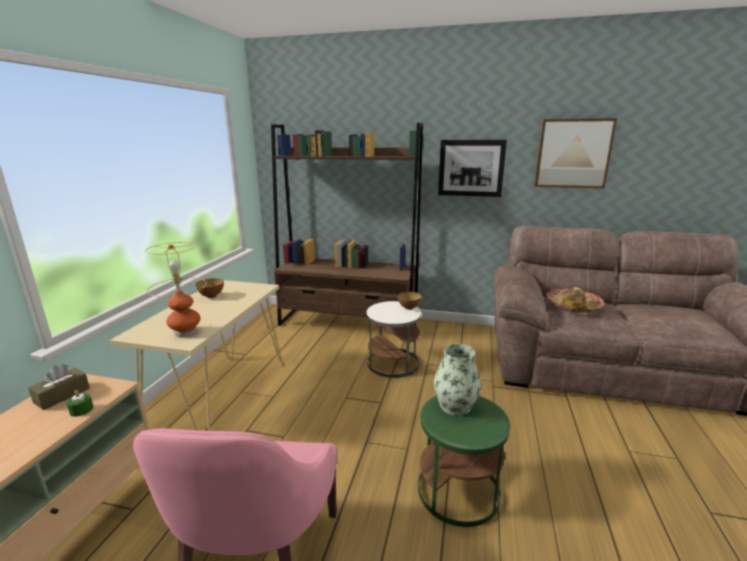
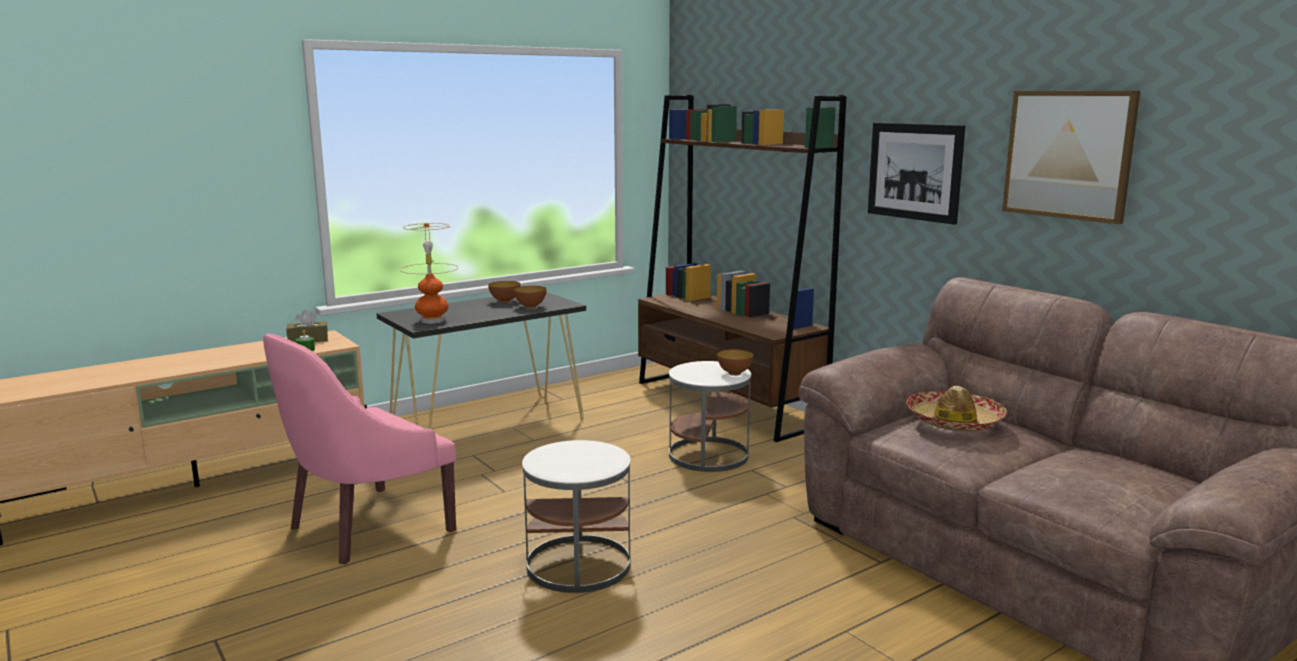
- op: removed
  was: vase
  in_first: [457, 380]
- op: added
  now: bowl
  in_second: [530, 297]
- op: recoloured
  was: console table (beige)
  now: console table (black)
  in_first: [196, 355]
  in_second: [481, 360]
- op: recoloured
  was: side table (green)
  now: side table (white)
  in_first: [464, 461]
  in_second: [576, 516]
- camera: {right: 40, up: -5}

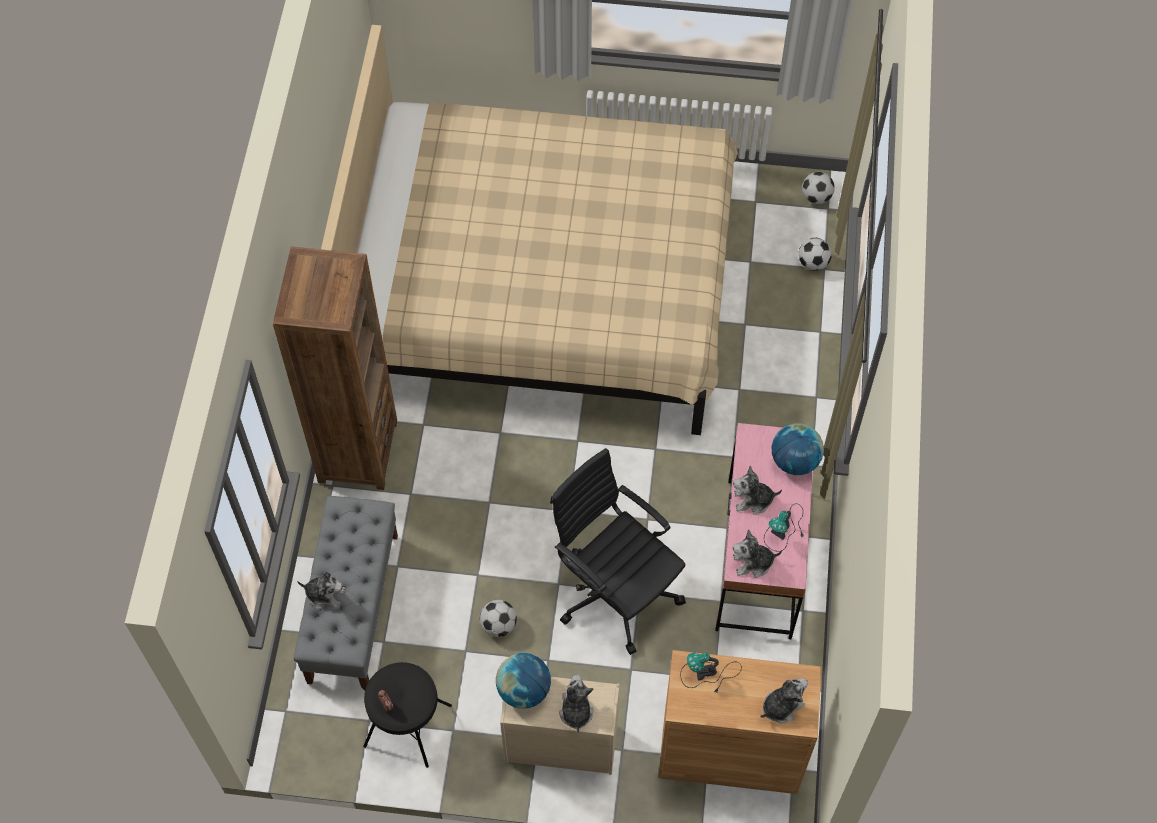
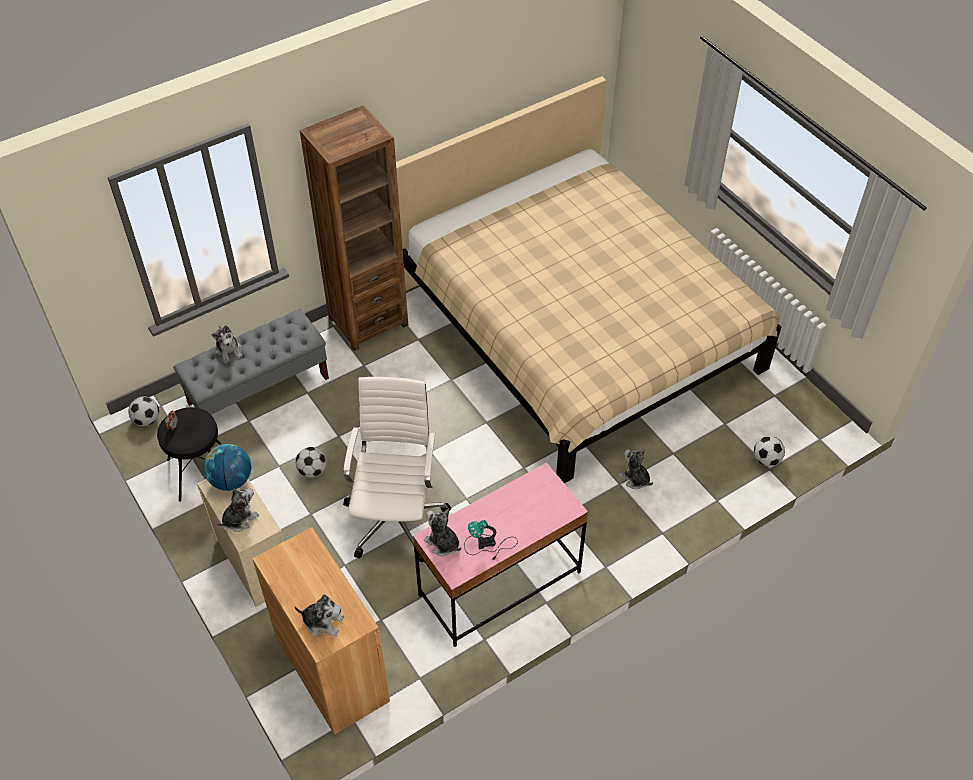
- op: removed
  was: table lamp
  in_first: [711, 673]
- op: removed
  was: globe
  in_first: [798, 449]
- op: moved
  was: plush toy
  in_first: [757, 490]
  in_second: [636, 468]
- op: moved
  was: football
  in_first: [818, 188]
  in_second: [143, 411]
- op: recoloured
  was: office chair (black)
  now: office chair (white)
  in_first: [618, 551]
  in_second: [397, 470]
- camera: {right: 50, up: -10}

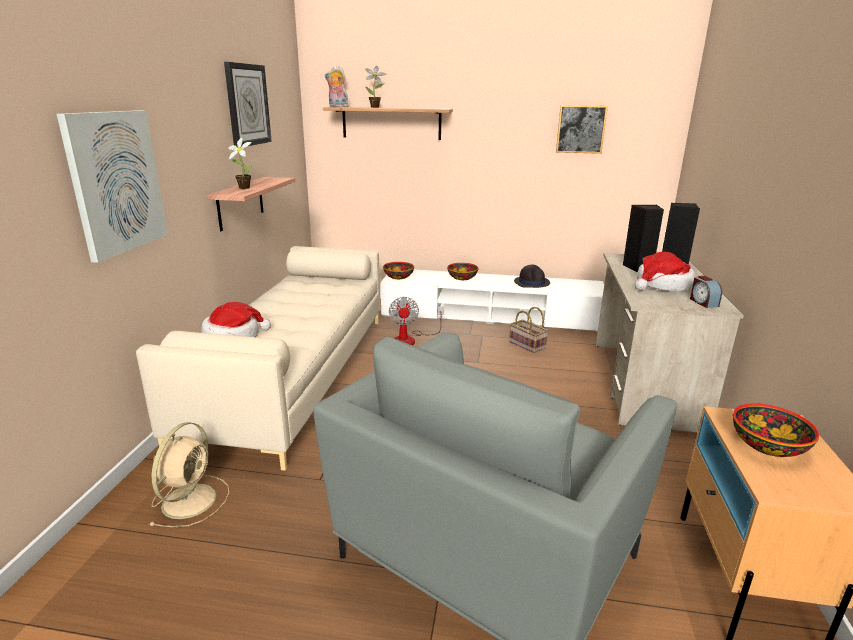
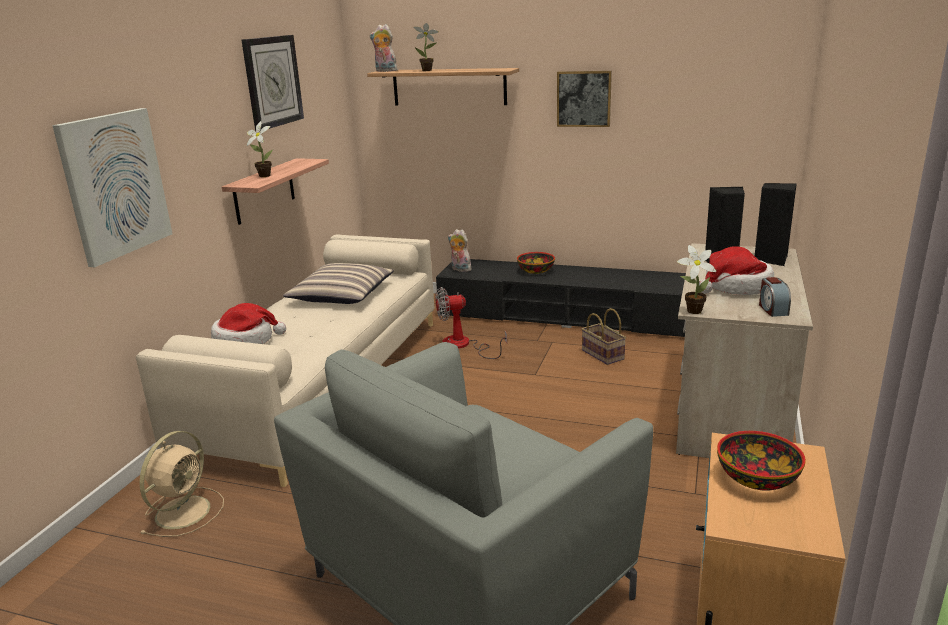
- op: removed
  was: hat (black)
  in_first: [532, 276]
- op: added
  now: pillow
  in_second: [338, 283]
- op: added
  now: potted plant
  in_second: [696, 279]
- op: moved
  was: picture
  in_first: [582, 129]
  in_second: [584, 99]
- op: replaced
  was: bowl
  now: plush toy
  in_first: [398, 270]
  in_second: [459, 250]
- op: recoloured
  was: tv stand (white)
  now: tv stand (black)
  in_first: [492, 301]
  in_second: [561, 298]
- op: turned
  was: fan
  in_first: [416, 321]
  in_second: [471, 323]
  clockwise: 75
- camera: {right: 10, up: 0}

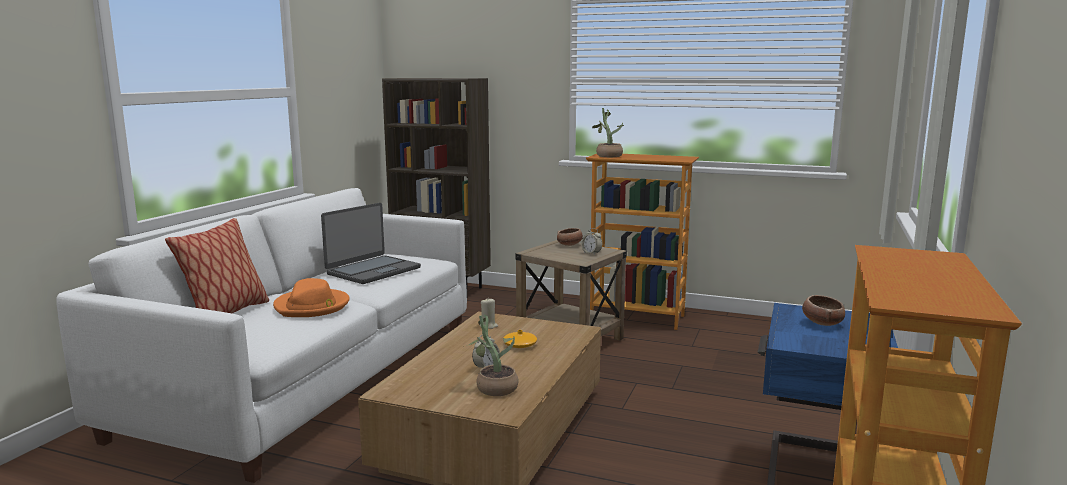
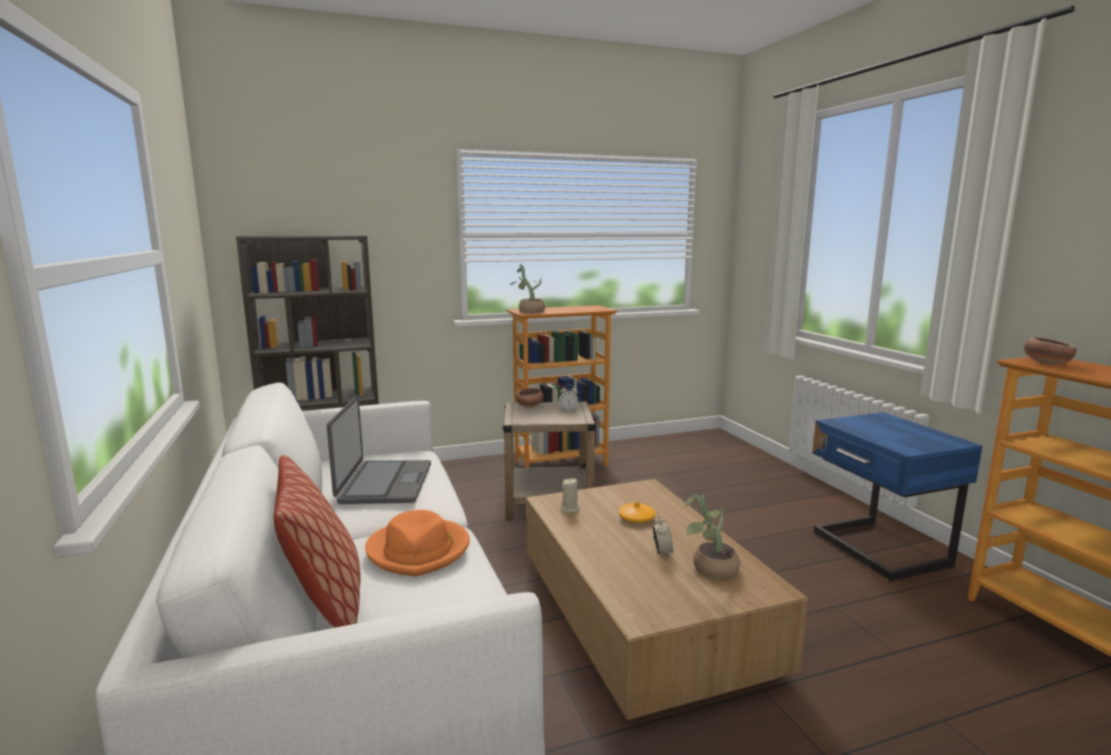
- op: moved
  was: bowl
  in_first: [823, 310]
  in_second: [1050, 351]
- camera: {right: -40, up: 0}

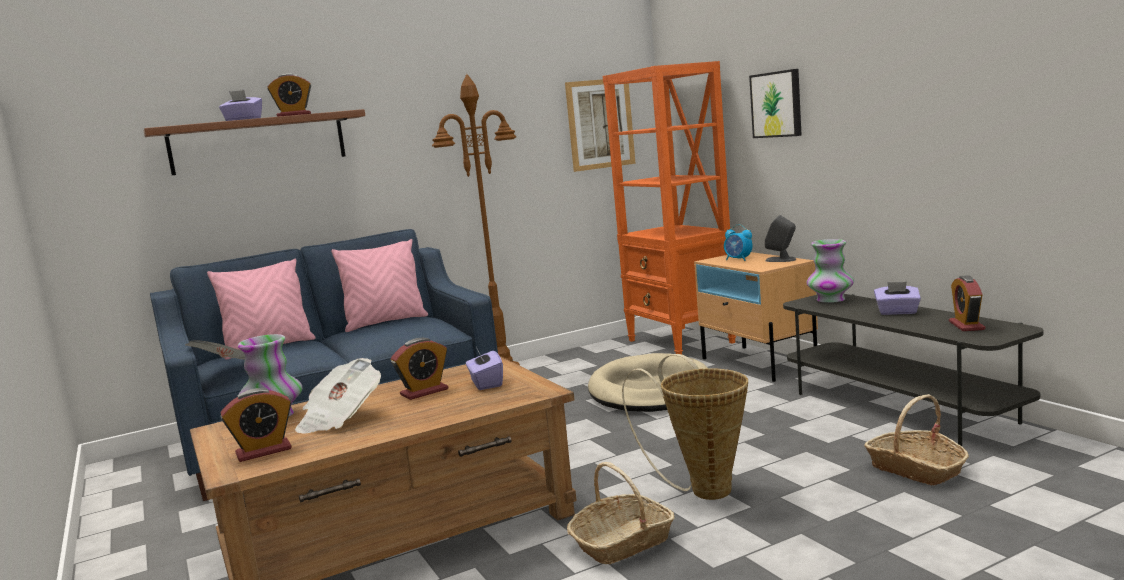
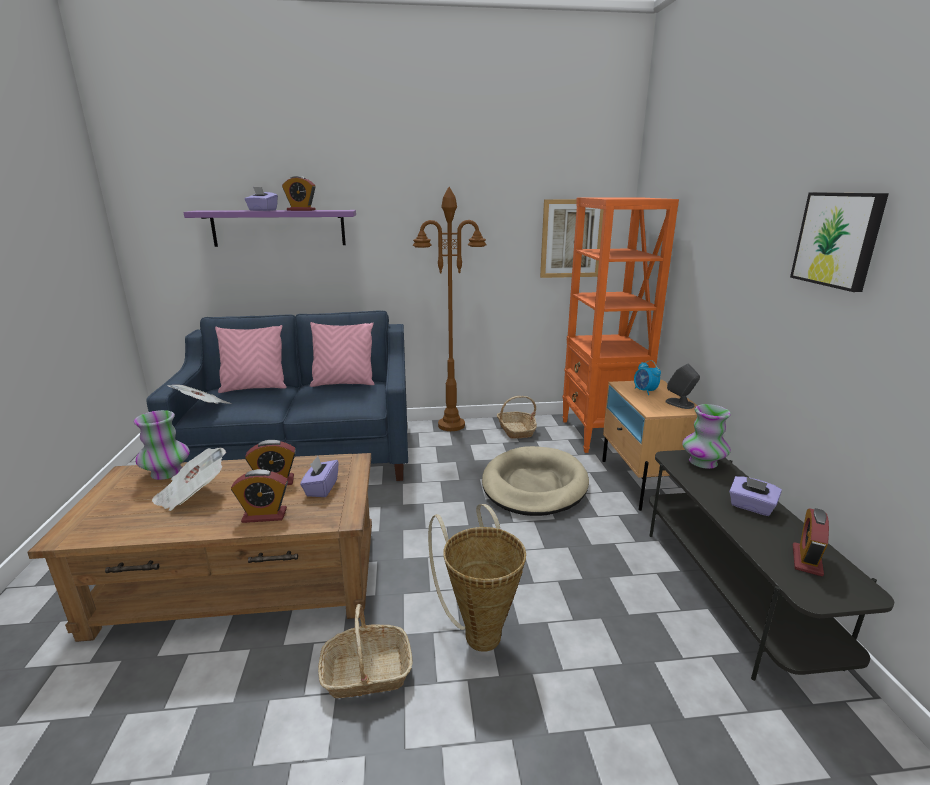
- op: moved
  was: alarm clock
  in_first: [256, 425]
  in_second: [259, 496]
- op: moved
  was: picture
  in_first: [775, 103]
  in_second: [839, 242]
- op: moved
  was: basket
  in_first: [916, 439]
  in_second: [517, 417]
- op: recoloured
  was: shelf (brown)
  now: shelf (purple)
  in_first: [254, 142]
  in_second: [269, 228]
- camera: {right: 20, up: 10}

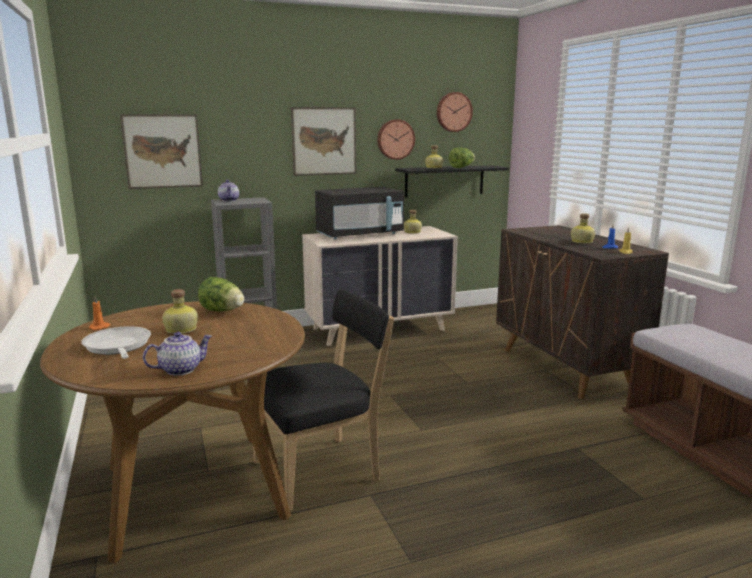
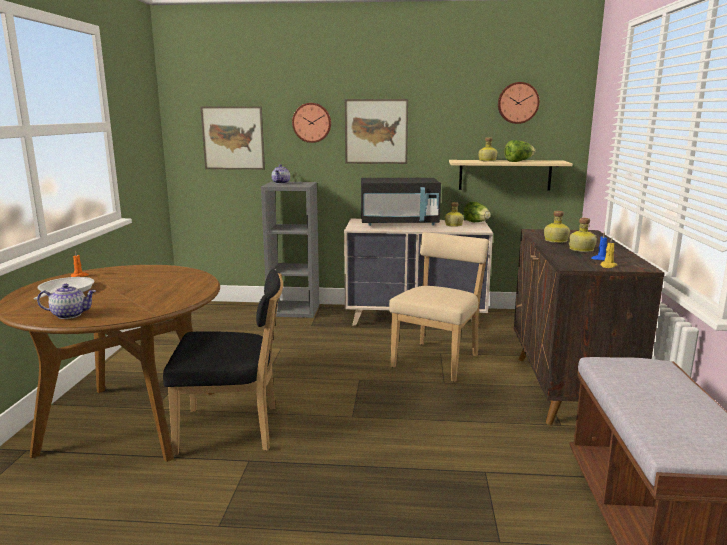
- op: added
  now: chair (beige)
  in_second: [439, 307]
- op: moved
  was: bottle
  in_first: [180, 311]
  in_second: [557, 227]
- op: moved
  was: lettuce
  in_first: [221, 294]
  in_second: [477, 212]
- op: moved
  was: wall clock
  in_first: [396, 139]
  in_second: [311, 123]
- op: recoloured
  was: shelf (black)
  now: shelf (beige)
  in_first: [452, 181]
  in_second: [511, 175]
- camera: {right: 25, up: 0}

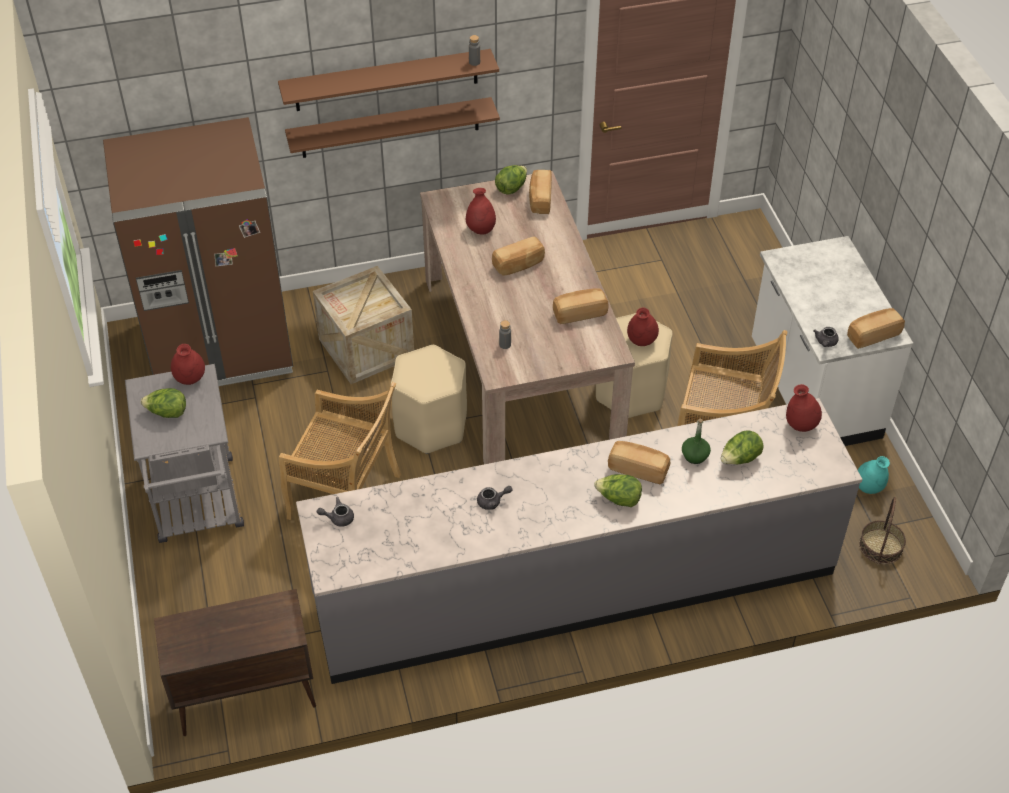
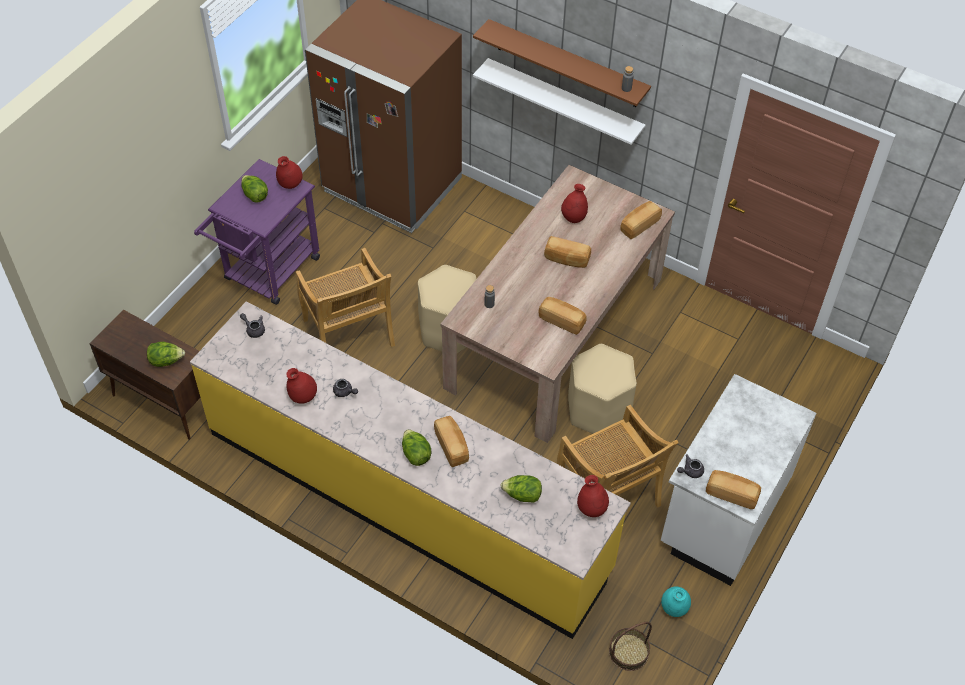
- op: removed
  was: crate
  in_first: [363, 325]
- op: removed
  was: bottle (green)
  in_first: [696, 441]
- op: moved
  was: lettuce
  in_first: [511, 180]
  in_second: [166, 354]
- op: moved
  was: vase (red)
  in_first: [643, 327]
  in_second: [301, 386]
- op: recoloured
  was: cart (grey)
  now: cart (purple)
  in_first: [184, 453]
  in_second: [257, 232]
- op: recoloured
  was: shelf (brown)
  now: shelf (white)
  in_first: [392, 127]
  in_second: [559, 101]
- op: recoloured
  was: counter (grey)
  now: counter (yellow)
  in_first: [579, 541]
  in_second: [410, 470]
- camera: {right: 45, up: 5}

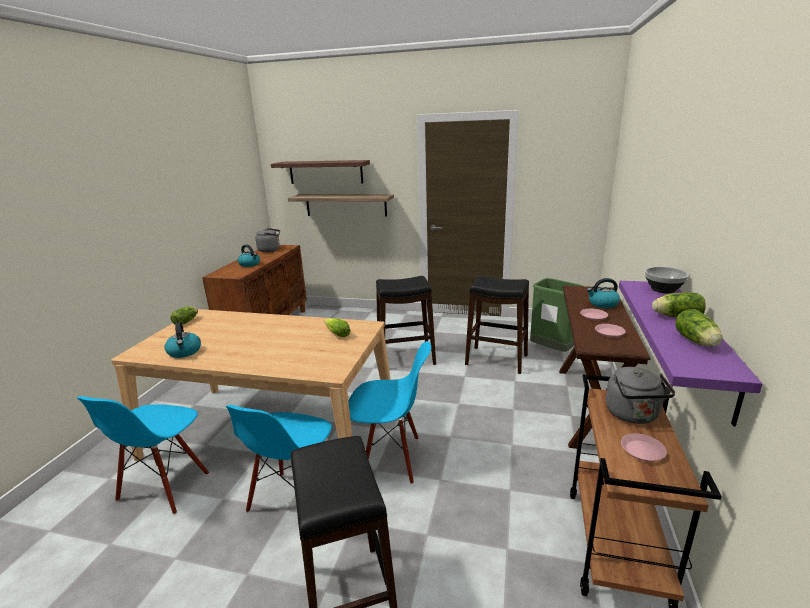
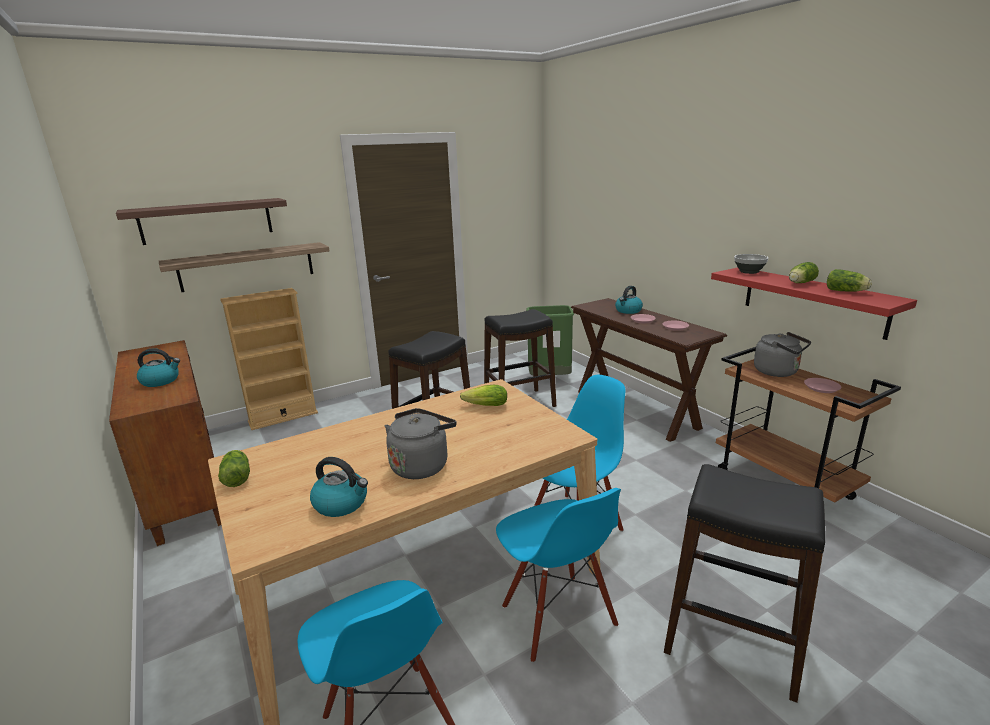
- op: added
  now: bookcase (beige)
  in_second: [269, 359]
- op: moved
  was: kettle (grey)
  in_first: [267, 240]
  in_second: [420, 443]
- op: recoloured
  was: shelf (purple)
  now: shelf (red)
  in_first: [690, 354]
  in_second: [814, 303]
- camera: {right: -45, up: 0}

